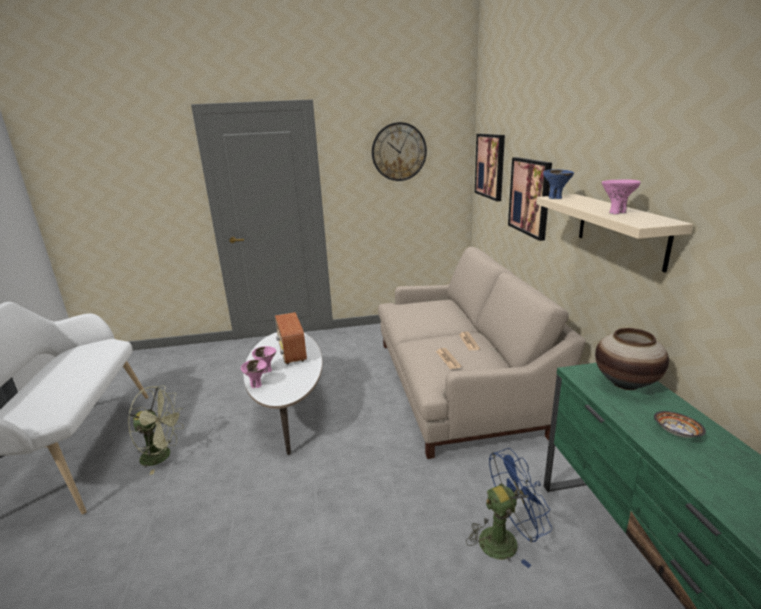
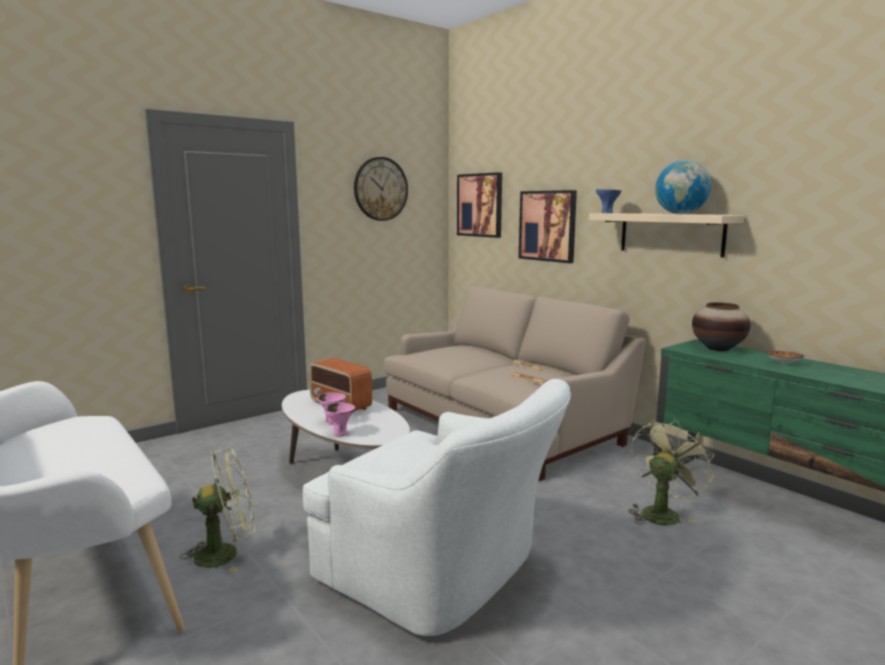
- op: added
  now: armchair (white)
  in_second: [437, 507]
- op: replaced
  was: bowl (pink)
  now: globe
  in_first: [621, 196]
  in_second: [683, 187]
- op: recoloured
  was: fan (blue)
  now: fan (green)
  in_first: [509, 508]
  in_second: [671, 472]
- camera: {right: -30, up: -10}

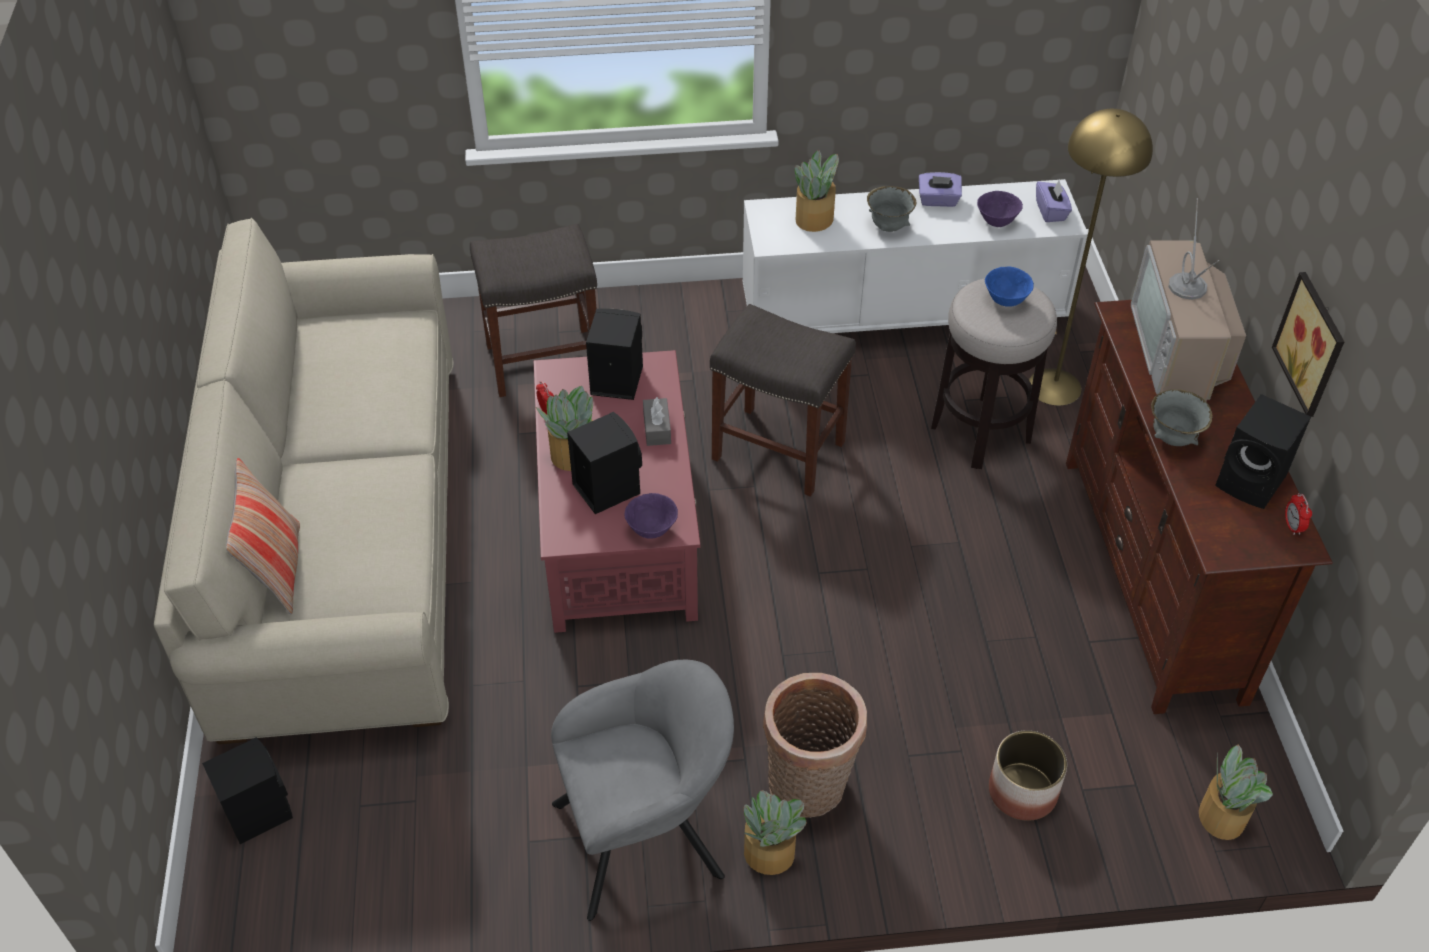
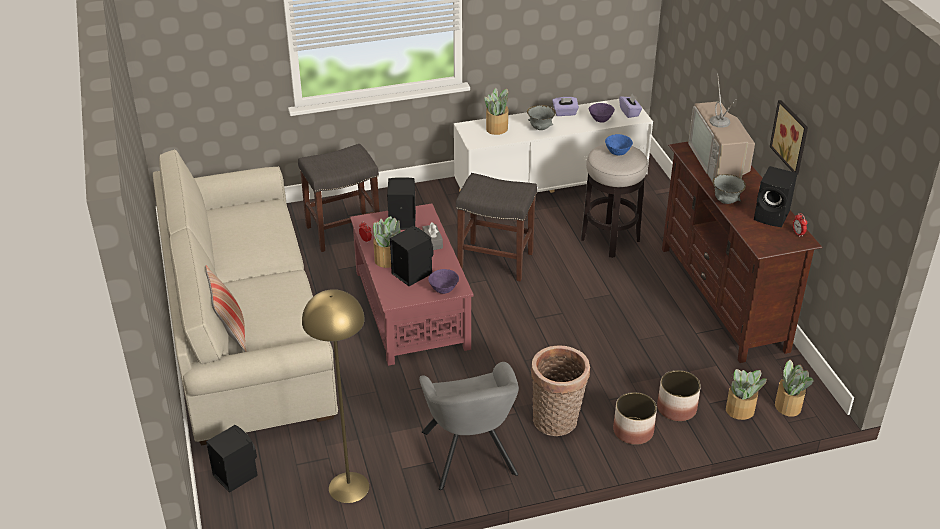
- op: added
  now: planter
  in_second: [635, 418]
- op: moved
  was: potted plant
  in_first: [775, 832]
  in_second: [746, 394]
- op: moved
  was: floor lamp (yellow)
  in_first: [1091, 257]
  in_second: [335, 396]
- op: turned
  was: armchair (grey)
  in_first: [642, 790]
  in_second: [469, 426]
  clockwise: 105
- camera: {right: -10, up: -10}

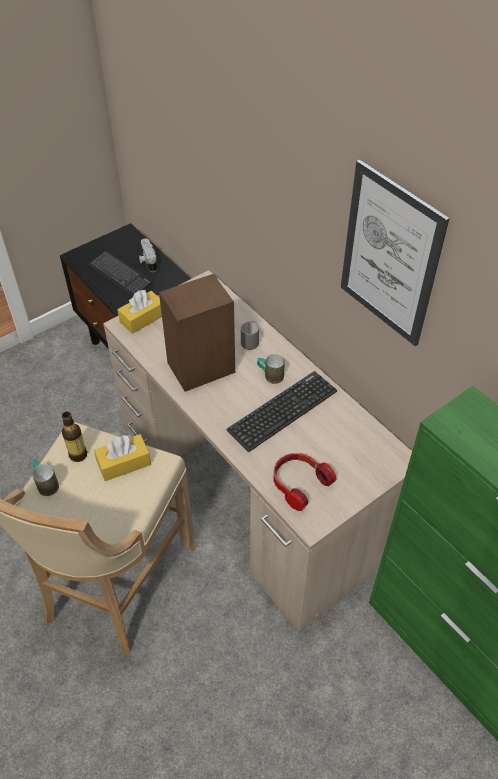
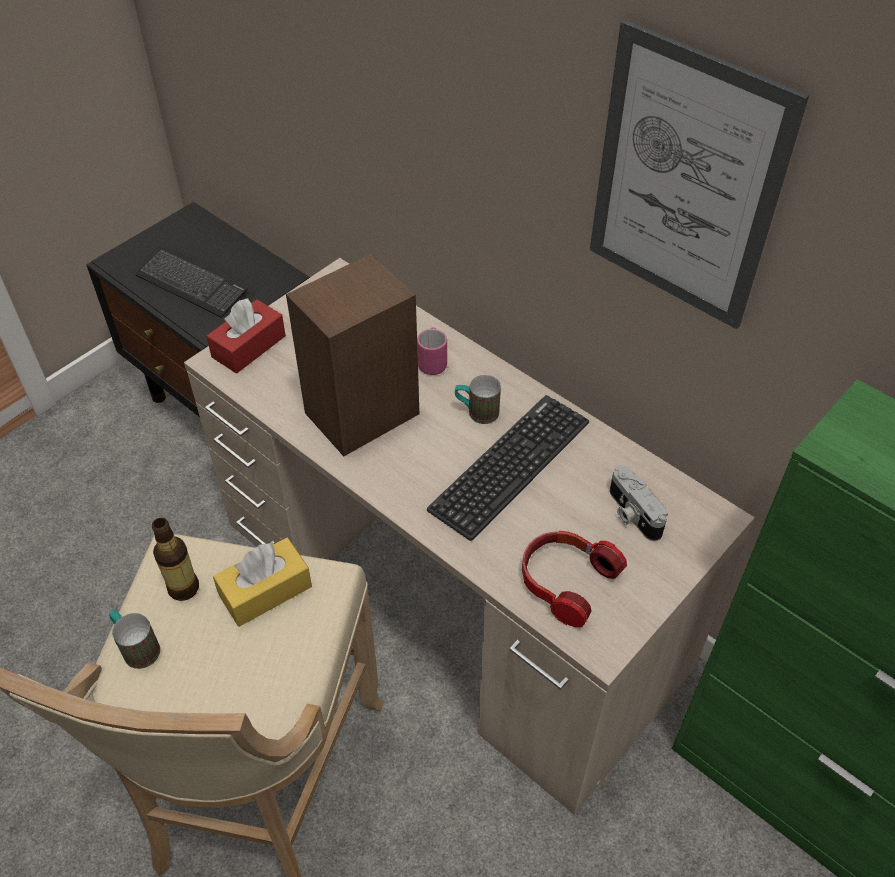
- op: moved
  was: photo camera
  in_first: [148, 255]
  in_second: [639, 503]
- op: recoloured
  was: tissue box (yellow)
  now: tissue box (red)
  in_first: [139, 312]
  in_second: [246, 336]
- op: recoloured
  was: mug (grey)
  now: mug (pink)
  in_first: [250, 335]
  in_second: [432, 351]
- camera: {right: -10, up: 0}

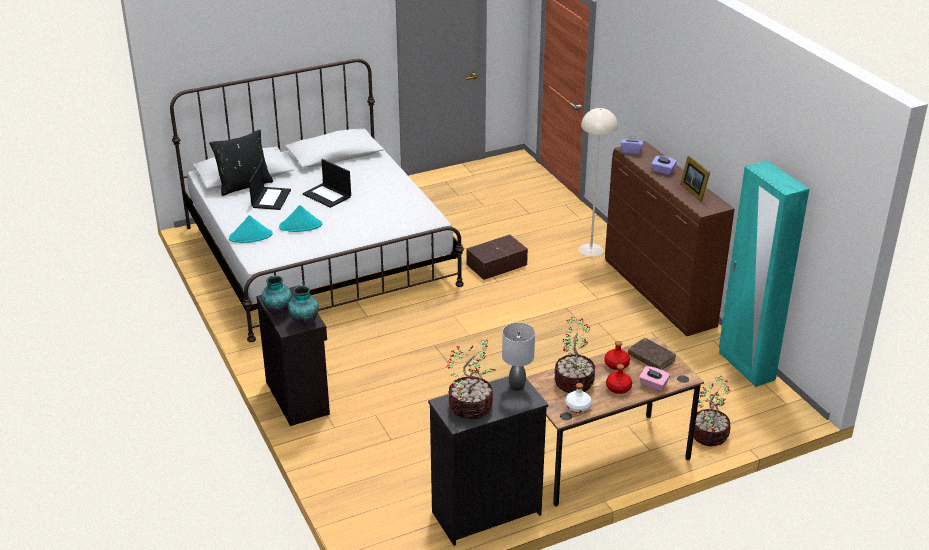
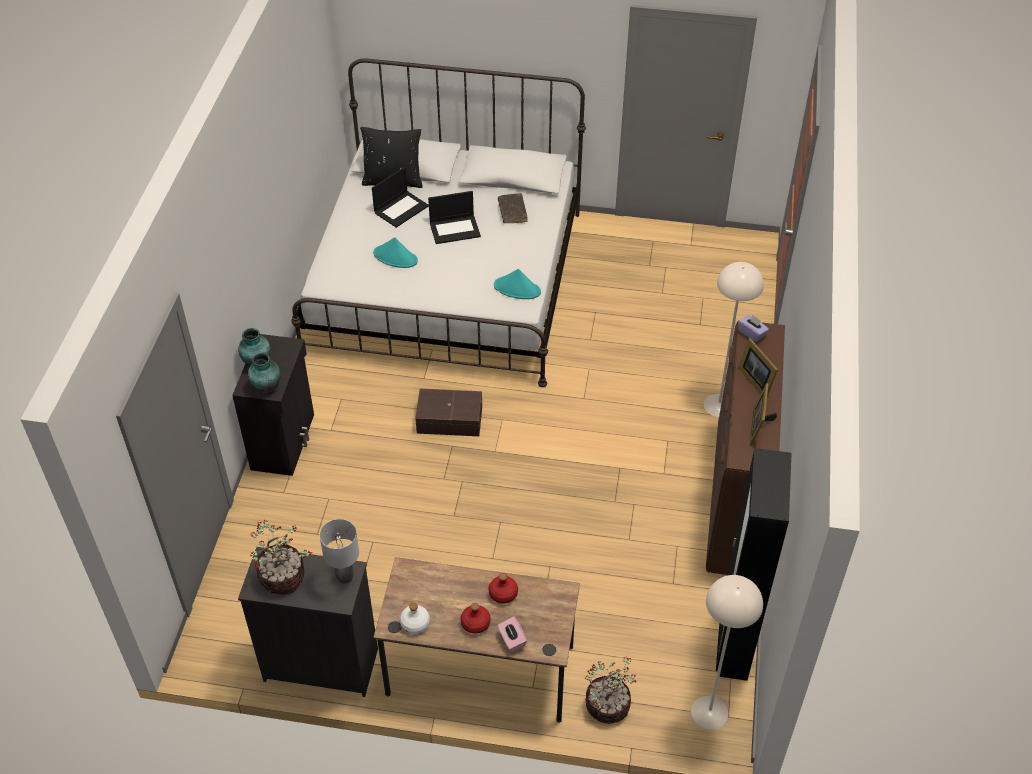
- op: removed
  was: potted plant
  in_first: [575, 355]
- op: added
  now: floor lamp (beige)
  in_second: [727, 652]
- op: moved
  was: hat (turquoise)
  in_first: [251, 229]
  in_second: [517, 284]
- op: moved
  was: storage box (brown)
  in_first: [497, 257]
  in_second: [448, 412]
- op: moved
  was: book (brown)
  in_first: [652, 354]
  in_second: [513, 208]
- op: replaced
  was: tissue box (purple)
  now: picture frame
  in_first: [664, 165]
  in_second: [758, 367]
- op: recoloured
  was: wardrobe (turquoise)
  now: wardrobe (black)
  in_first: [764, 273]
  in_second: [753, 564]
- op: turned
  was: laptop
  in_first: [327, 183]
  in_second: [454, 217]
  clockwise: -90
- camera: {right: 35, up: 15}

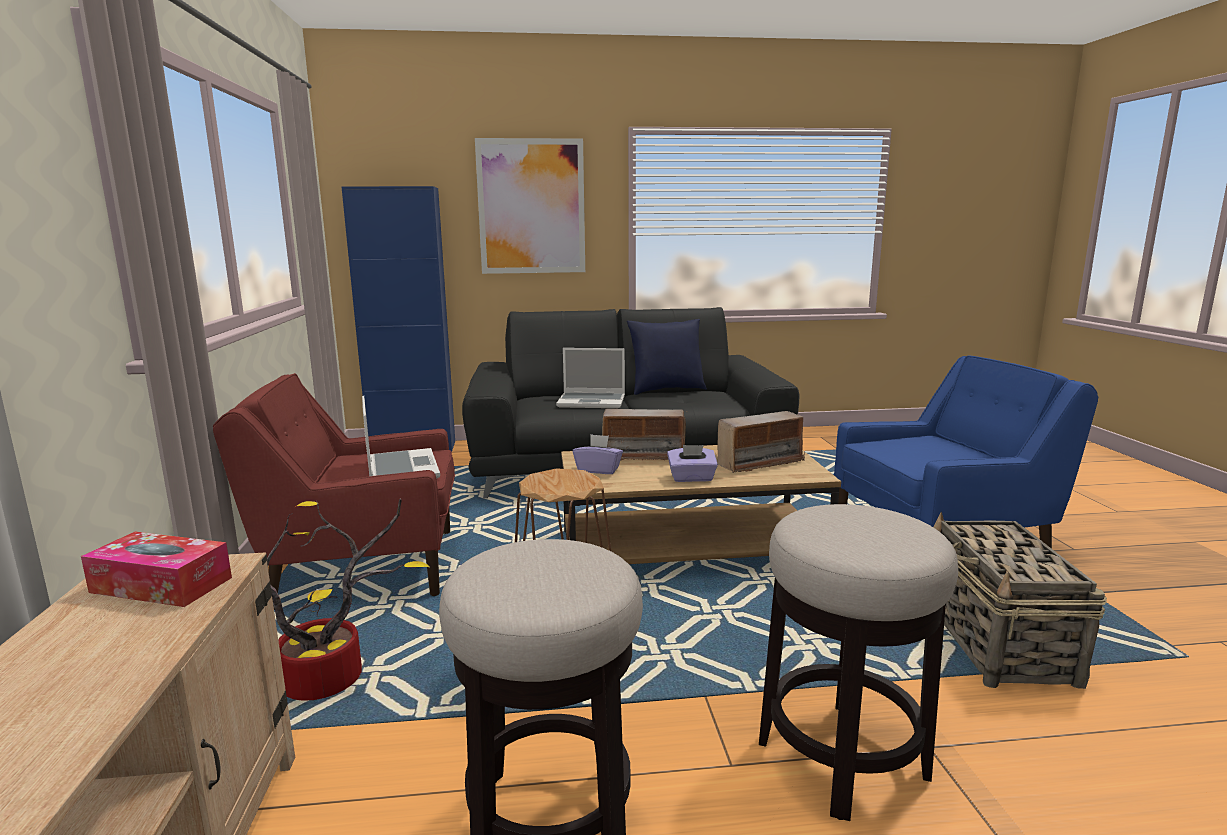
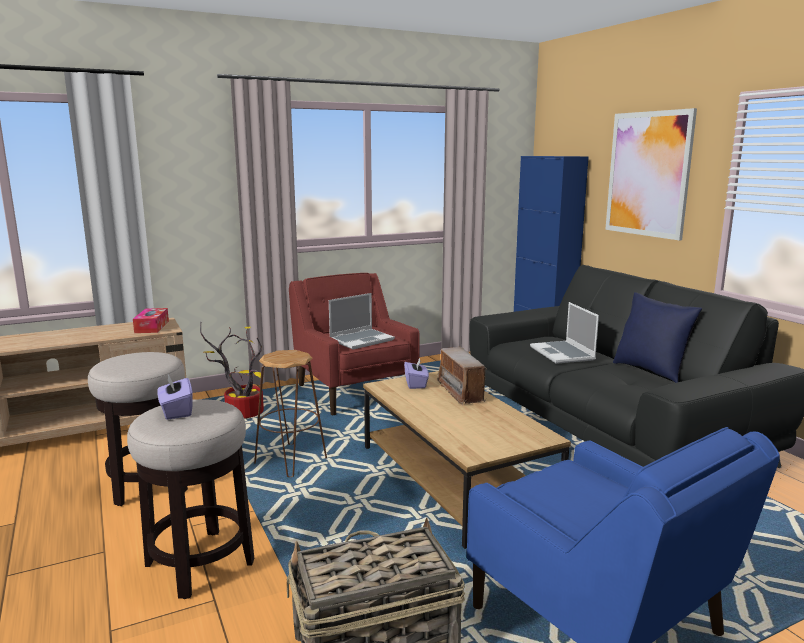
- op: removed
  was: radio
  in_first: [760, 442]
- op: moved
  was: tissue box (purple)
  in_first: [692, 463]
  in_second: [175, 397]
- camera: {right: 70, up: 0}

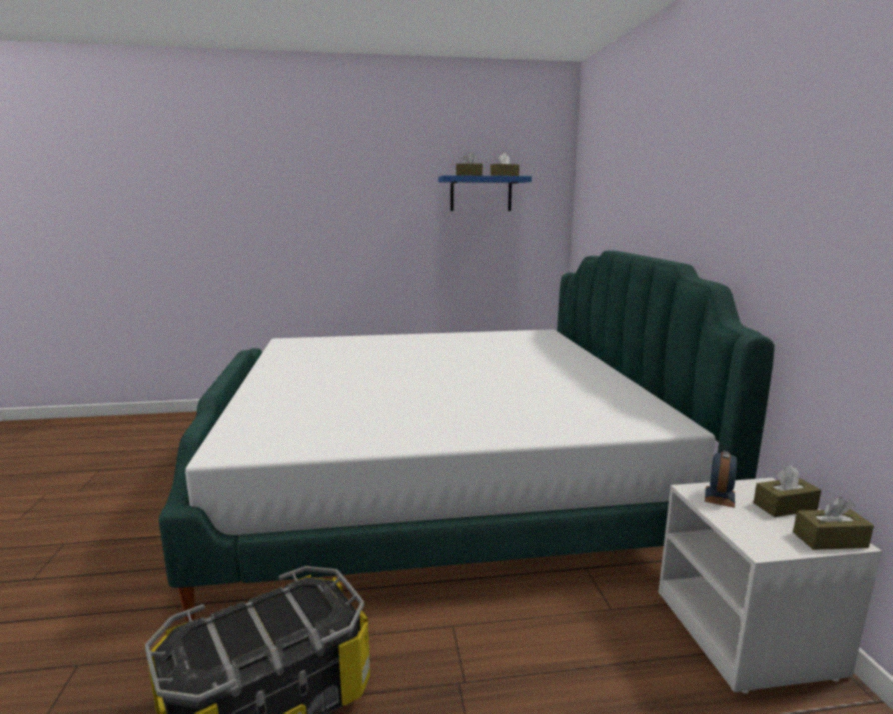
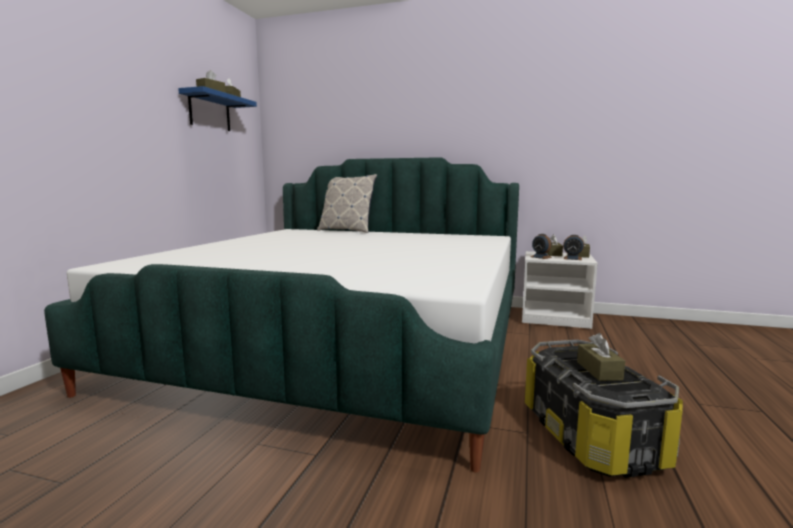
- op: added
  now: pillow
  in_second: [347, 203]
- op: added
  now: alarm clock
  in_second: [573, 247]
- op: added
  now: tissue box (brown)
  in_second: [601, 357]
- camera: {right: -65, up: -5}

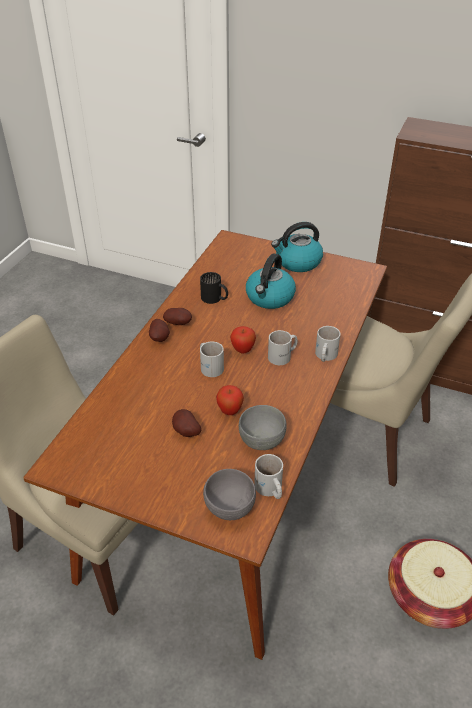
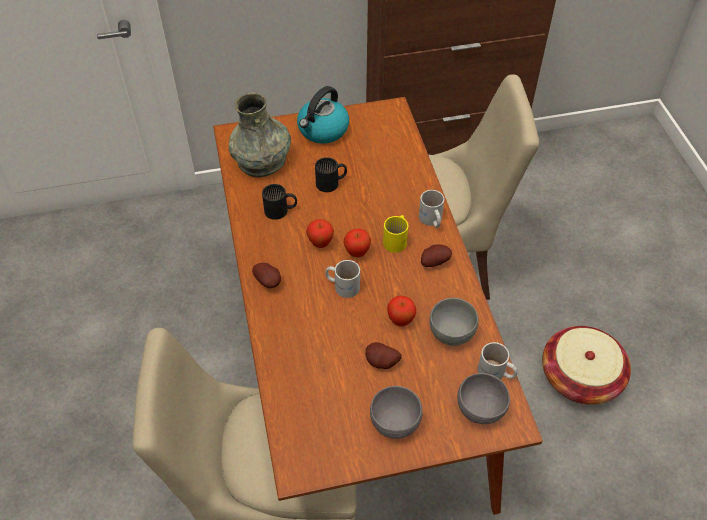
- op: added
  now: vase (grey)
  in_second: [260, 135]
- op: added
  now: apple
  in_second: [320, 233]
- op: added
  now: bowl (grey)
  in_second: [396, 412]
- op: moved
  was: potato
  in_first: [177, 316]
  in_second: [436, 255]
- op: replaced
  was: kettle
  now: mug (black)
  in_first: [271, 281]
  in_second: [331, 174]
- op: recoloured
  was: mug (white)
  now: mug (yellow)
  in_first: [283, 347]
  in_second: [395, 234]
- camera: {right: -35, up: 10}

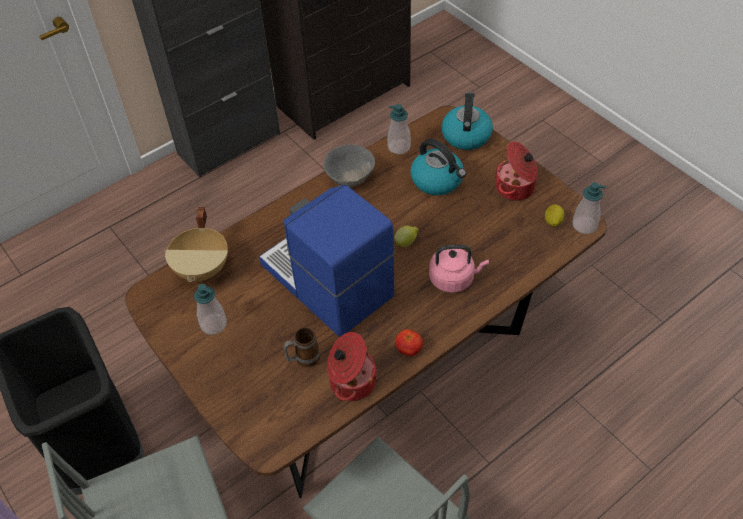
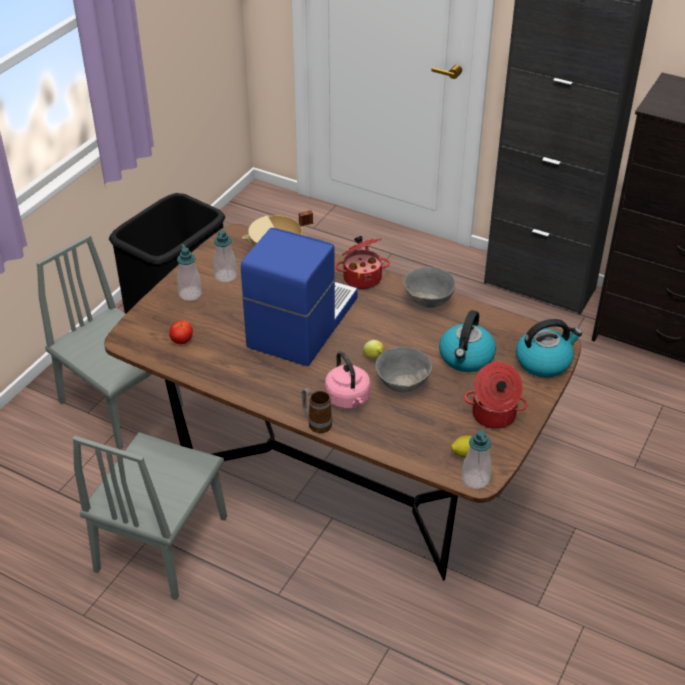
- op: added
  now: bowl (grey)
  in_second: [403, 369]
- op: moved
  was: mug
  in_first: [301, 347]
  in_second: [317, 410]
- op: moved
  was: cooking pot
  in_first: [352, 366]
  in_second: [362, 262]
- op: moved
  was: soap dispenser
  in_first: [399, 129]
  in_second: [189, 272]
- op: moved
  was: tomato
  in_first: [409, 342]
  in_second: [181, 332]
- camera: {right: 65, up: -10}

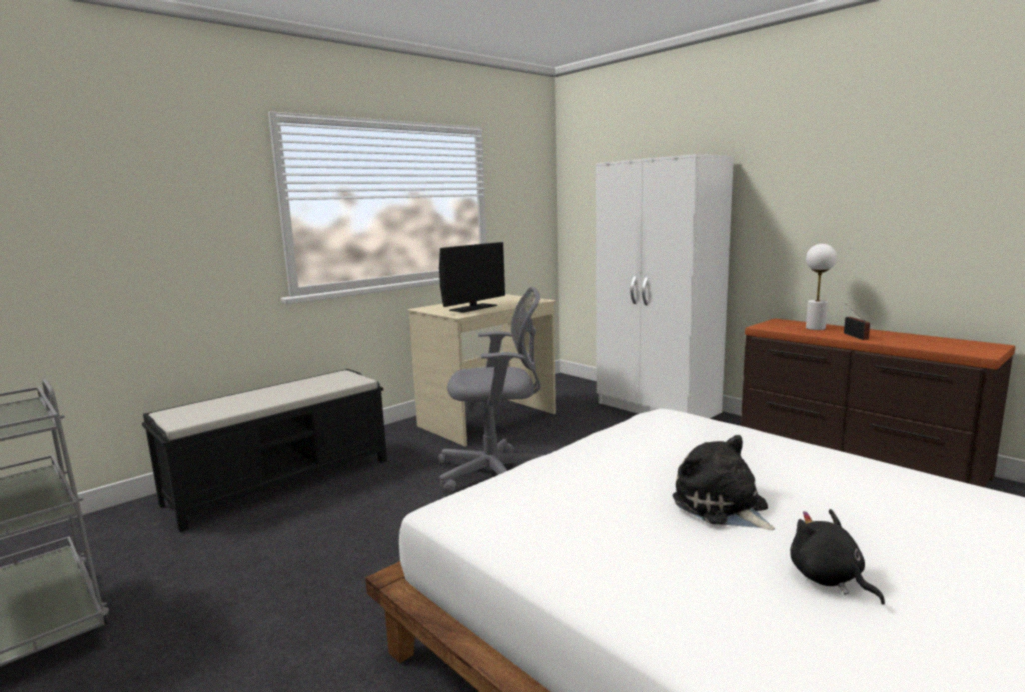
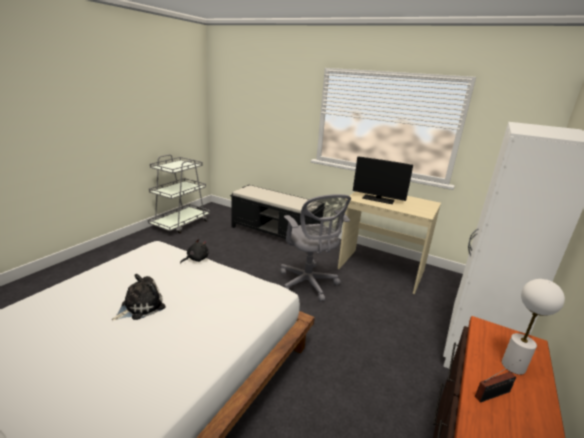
- op: moved
  was: plush toy (black)
  in_first: [837, 556]
  in_second: [194, 251]
- camera: {right: 70, up: 10}

